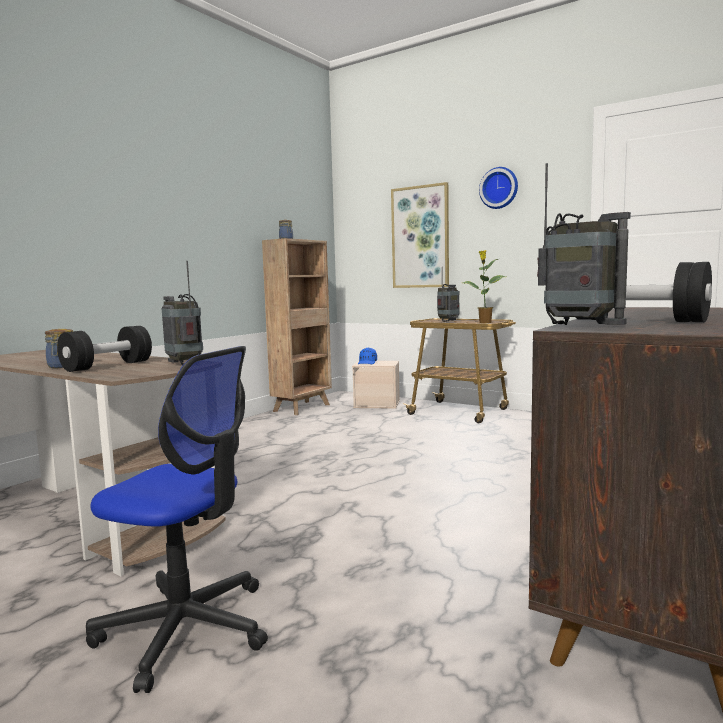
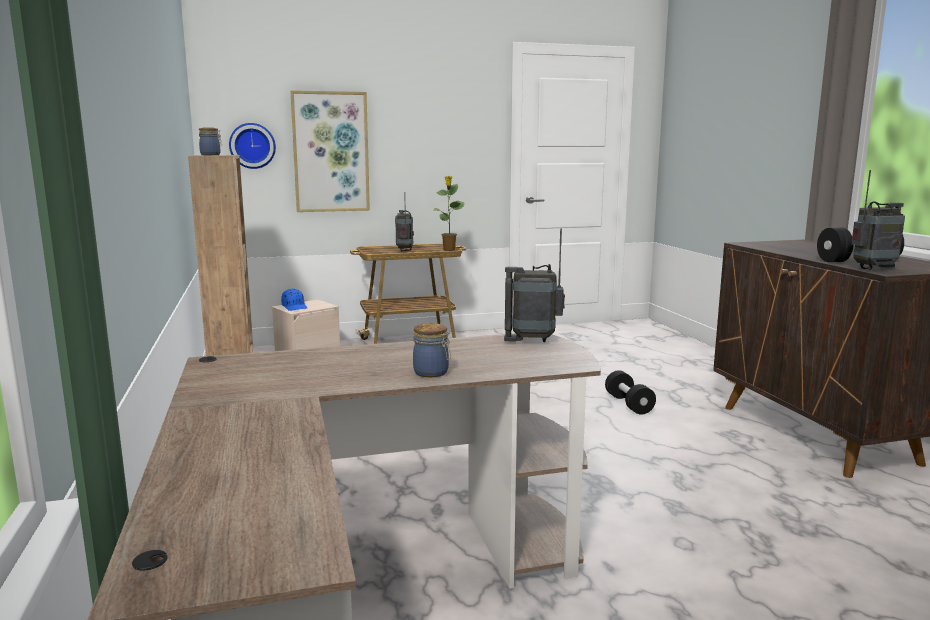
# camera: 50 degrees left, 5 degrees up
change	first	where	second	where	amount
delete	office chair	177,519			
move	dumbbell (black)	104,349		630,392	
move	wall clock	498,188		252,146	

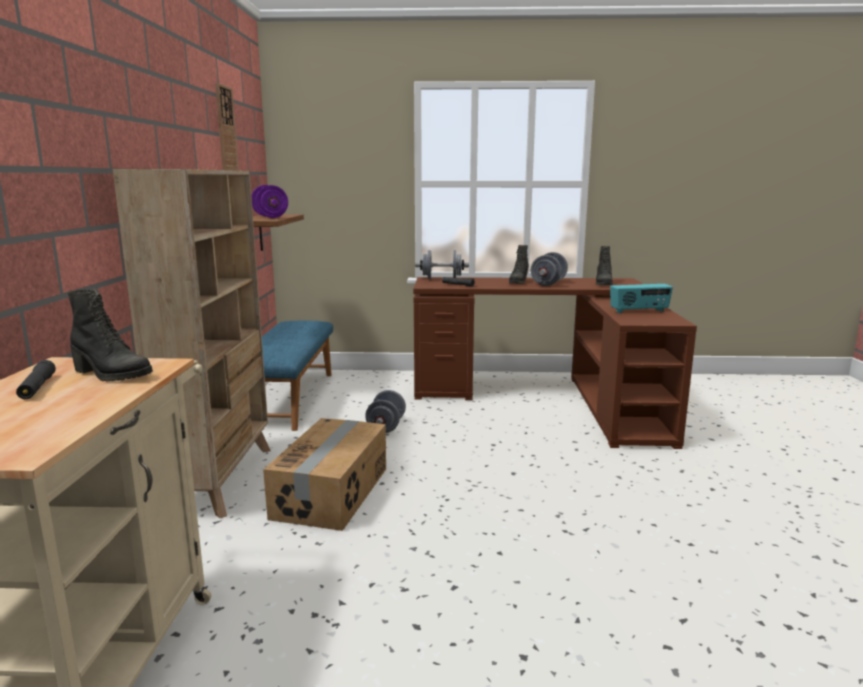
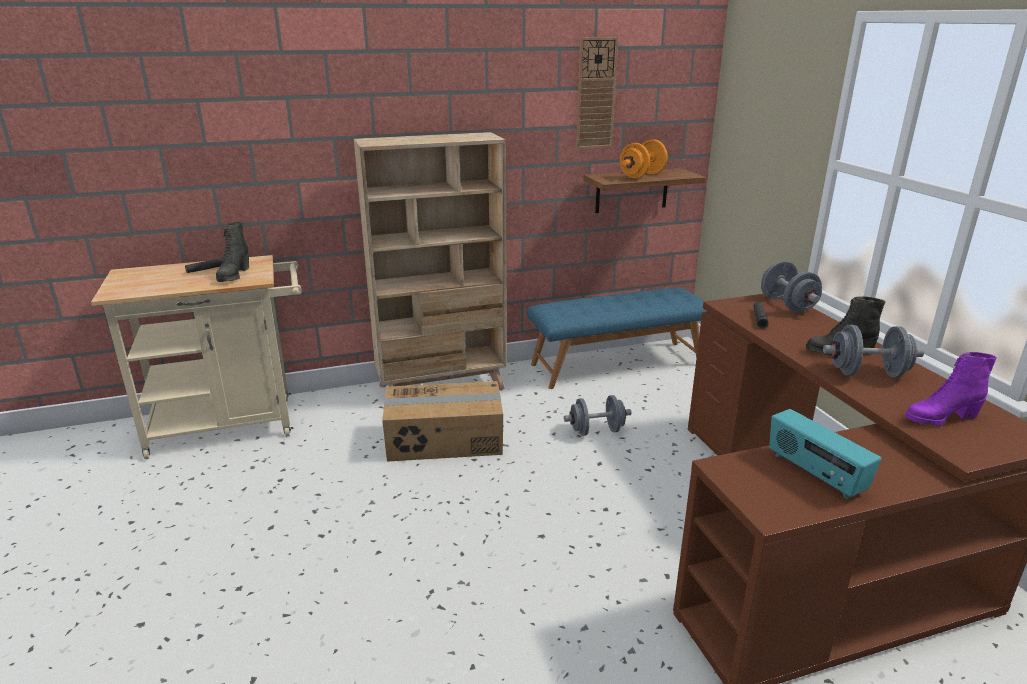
# camera: 70 degrees right, 10 degrees up
change	first	where	second	where	amount
recolor	dumbbell (purple)	269,201	dumbbell (orange)	644,158	
recolor	boot (black)	604,265	boot (purple)	951,389	

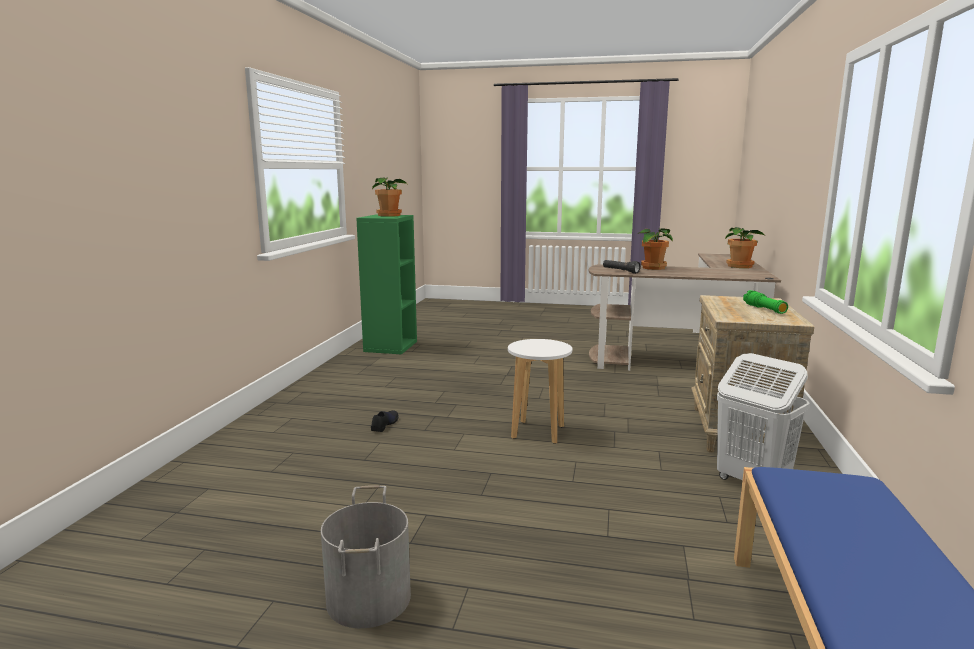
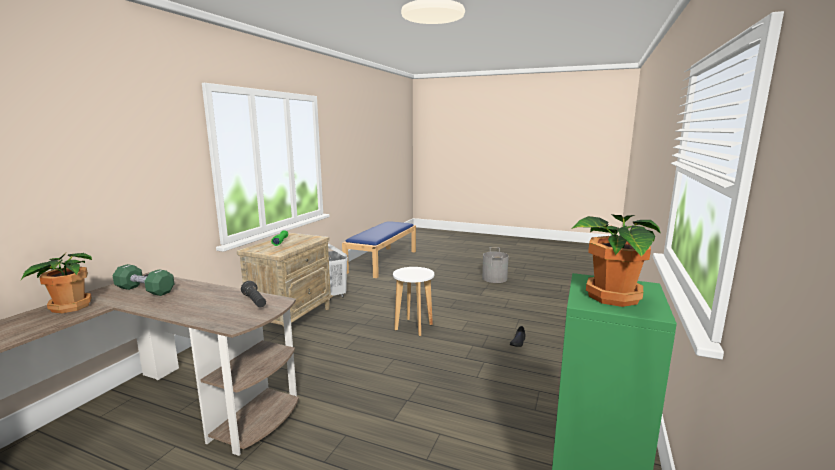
# camera: 170 degrees left, 0 degrees up
change	first	where	second	where	amount
delete	potted plant	655,249			
insert			dumbbell (green)	144,280	

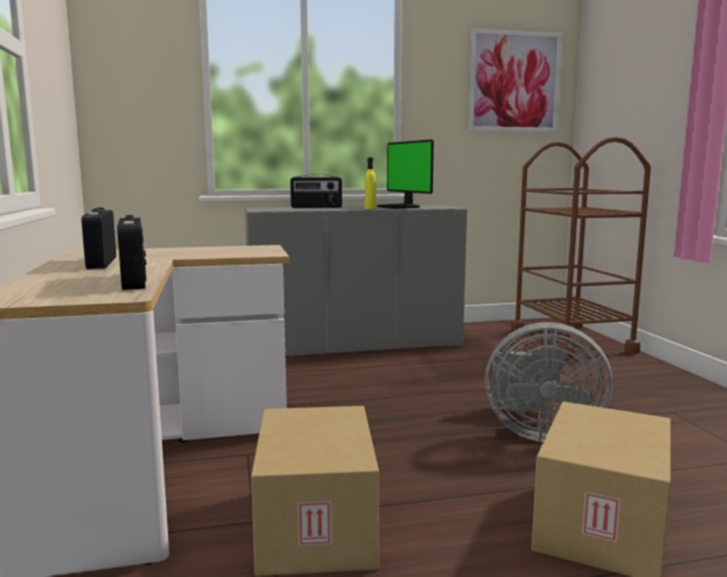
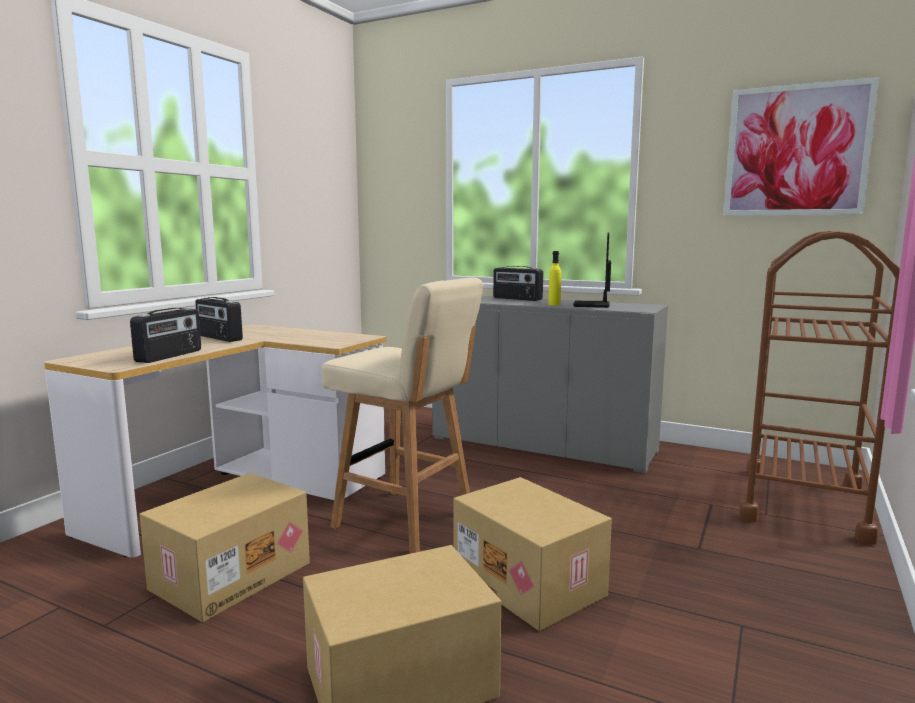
# camera: 40 degrees right, 0 degrees up
change	first	where	second	where	amount
insert			stool (beige)	402,415	
replace	fan (grey)	549,382	cardboard box	532,554	
rotate	radio	98,238		219,319	75 degrees counterclockwise

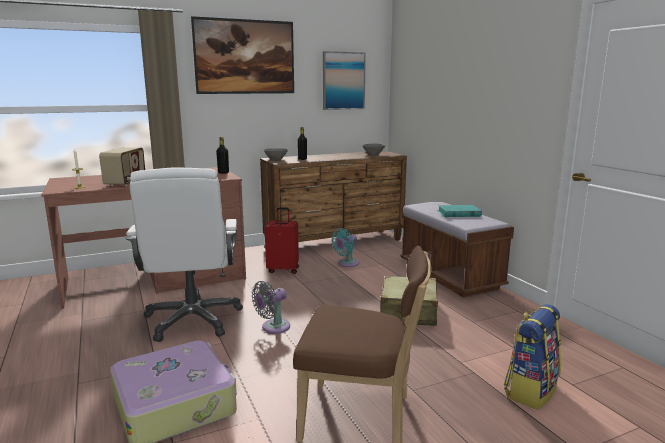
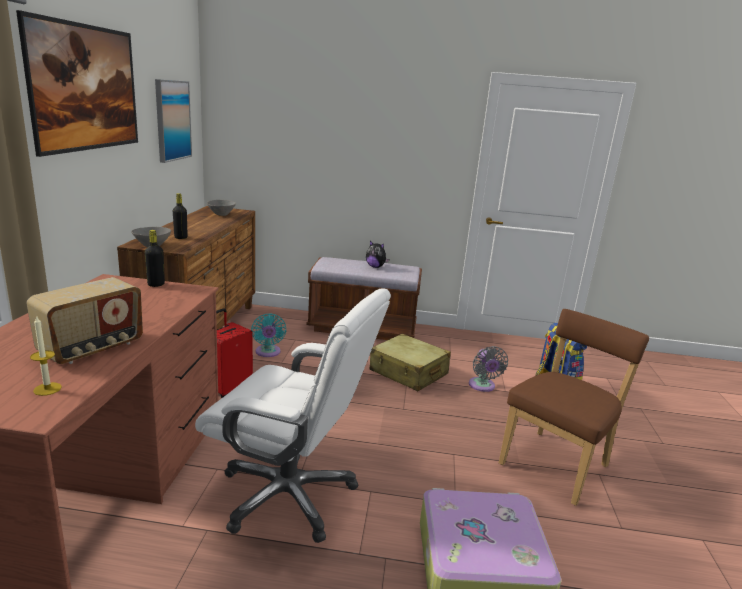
# camera: 60 degrees left, 5 degrees up
change	first	where	second	where	amount
move	fan (grey)	271,307		488,369	
replace	book (turquoise)	459,211	plush toy	377,254	
rotate	radio	122,166		84,320	90 degrees clockwise

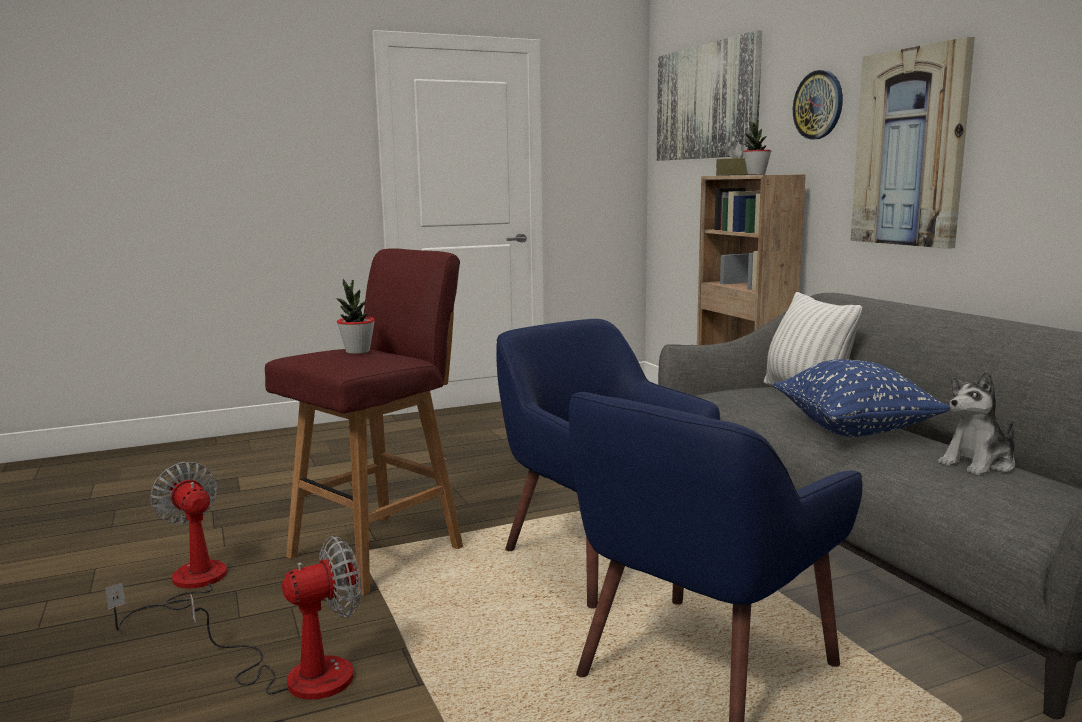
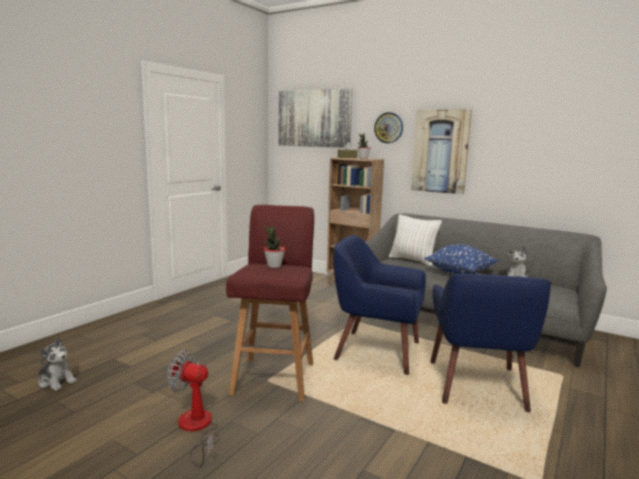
# camera: 35 degrees left, 0 degrees up
change	first	where	second	where	amount
delete	fan	275,618			
insert			plush toy	57,364	

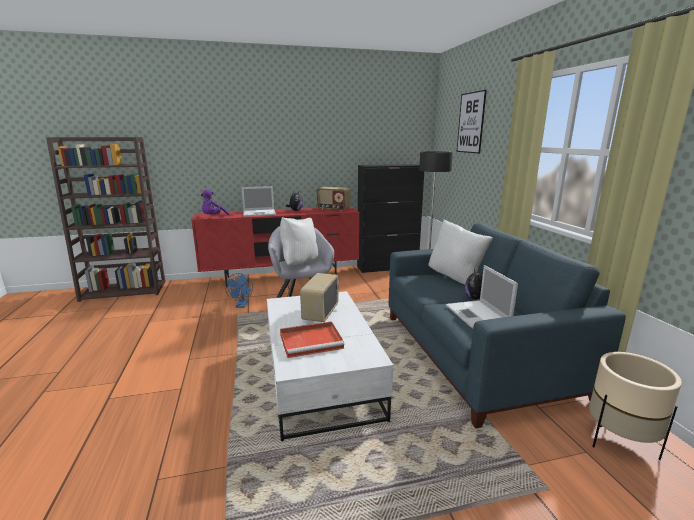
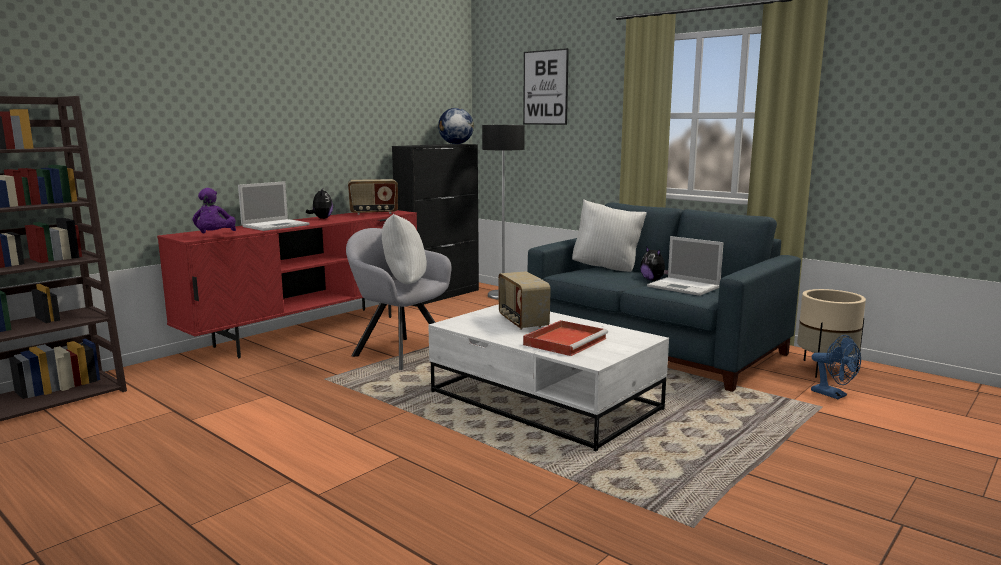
# camera: 35 degrees left, 5 degrees down
change	first	where	second	where	amount
insert			globe	456,126	
move	fan (blue)	239,290		836,367	

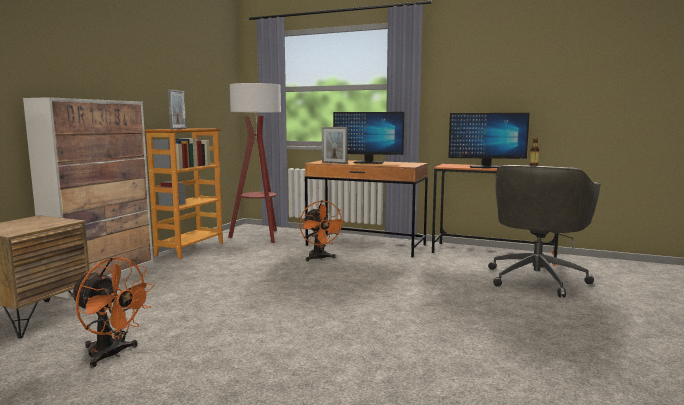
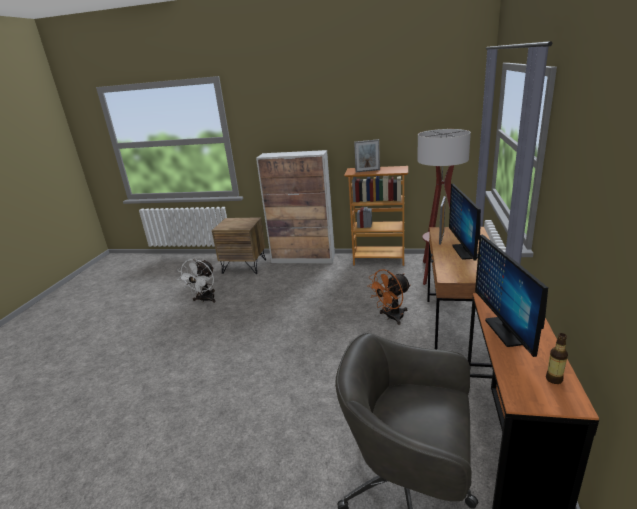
# camera: 80 degrees right, 15 degrees up
change	first	where	second	where	amount
recolor	fan (orange)	112,312	fan (white)	196,281	

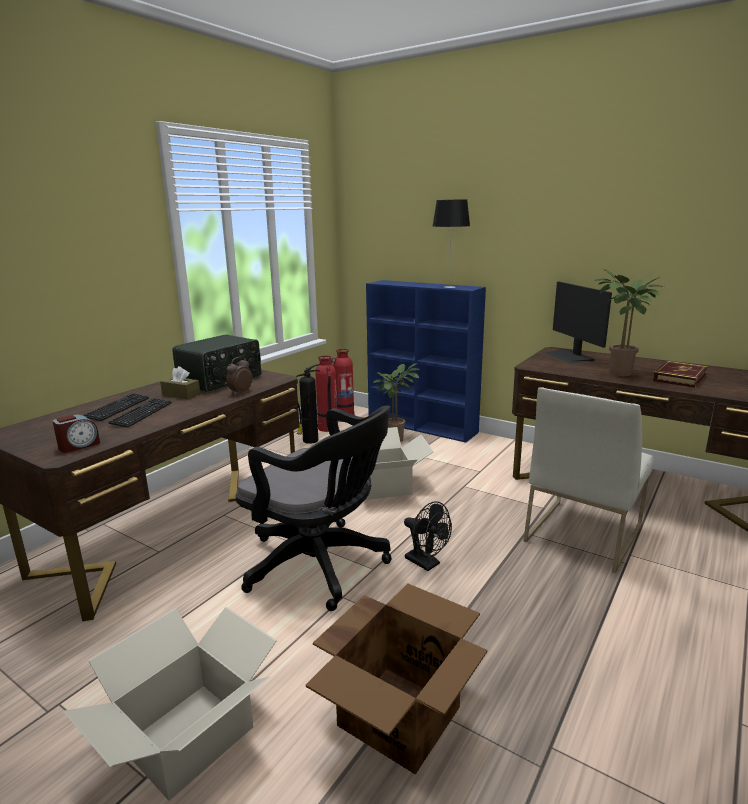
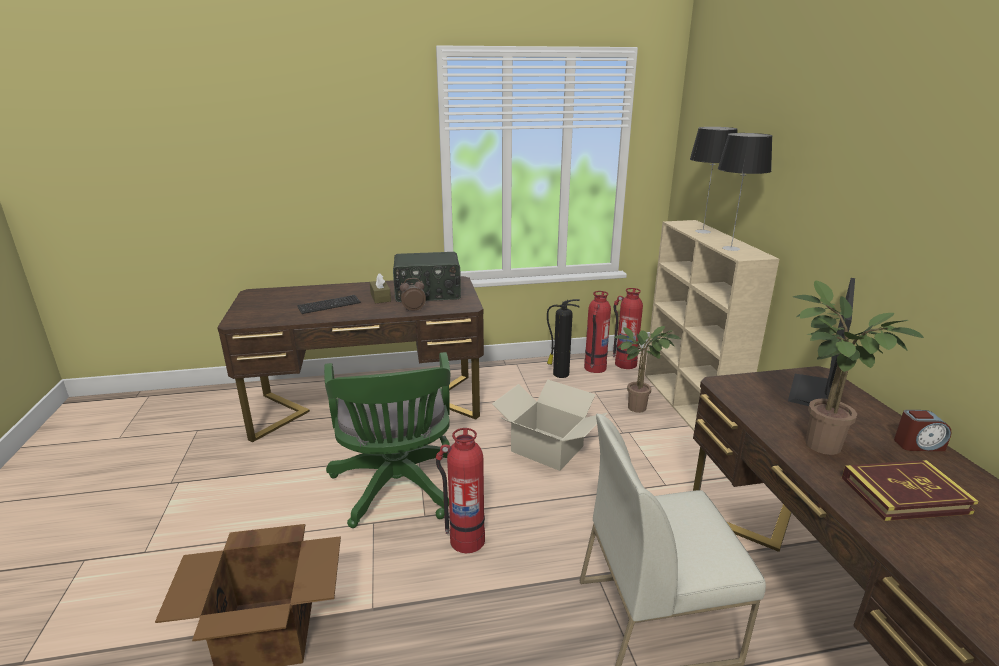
# camera: 45 degrees right, 5 degrees up
change	first	where	second	where	amount
delete	cardboard box	170,704			
delete	keyboard	116,407			
insert			table lamp	714,180	
move	alarm clock	76,434		922,430	
replace	fan (black)	428,536	fire extinguisher	460,490	
recolor	office chair (black)	313,508	office chair (green)	387,440	
recolor	bookcase (blue)	426,361	bookcase (beige)	712,325	

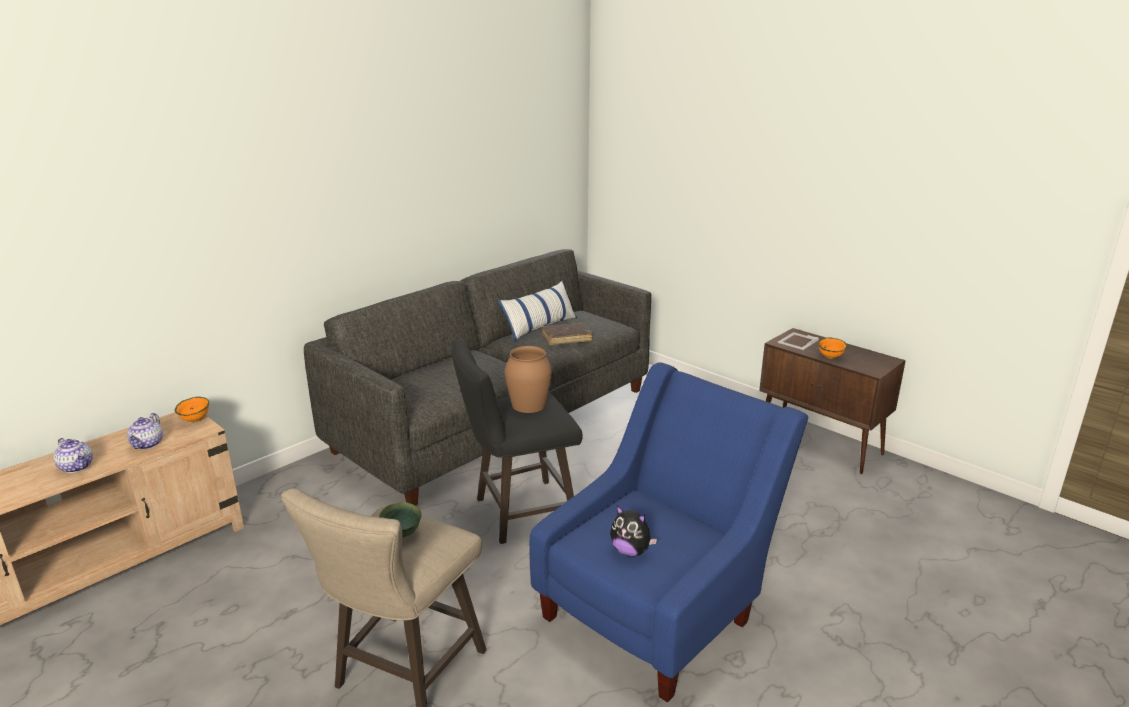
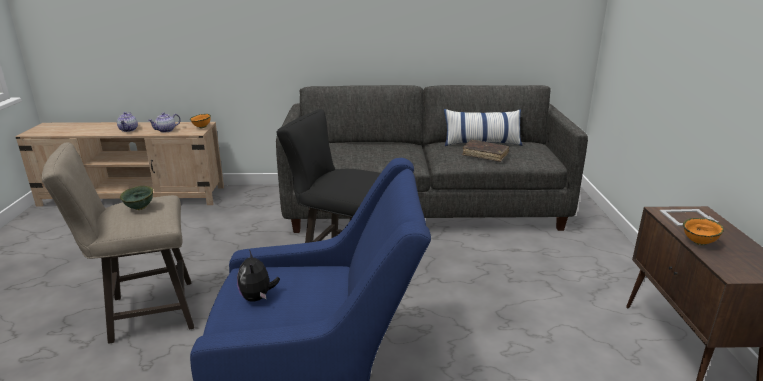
# camera: 45 degrees right, 0 degrees up
change	first	where	second	where	amount
delete	vase (brown)	528,379			

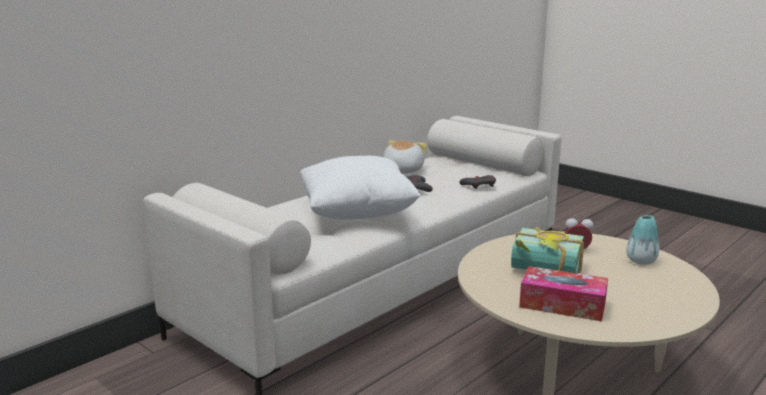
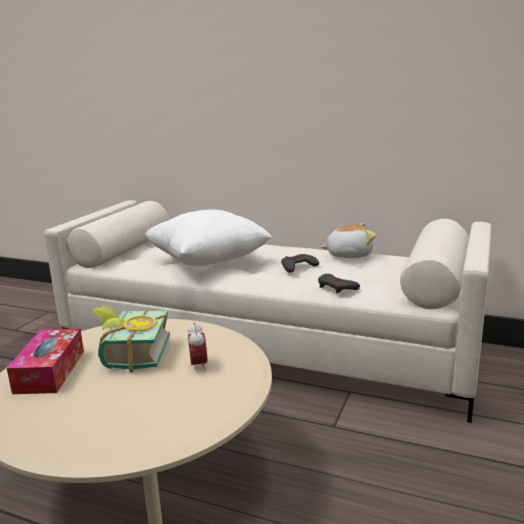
# camera: 70 degrees right, 0 degrees up
change	first	where	second	where	amount
delete	vase	642,240			

